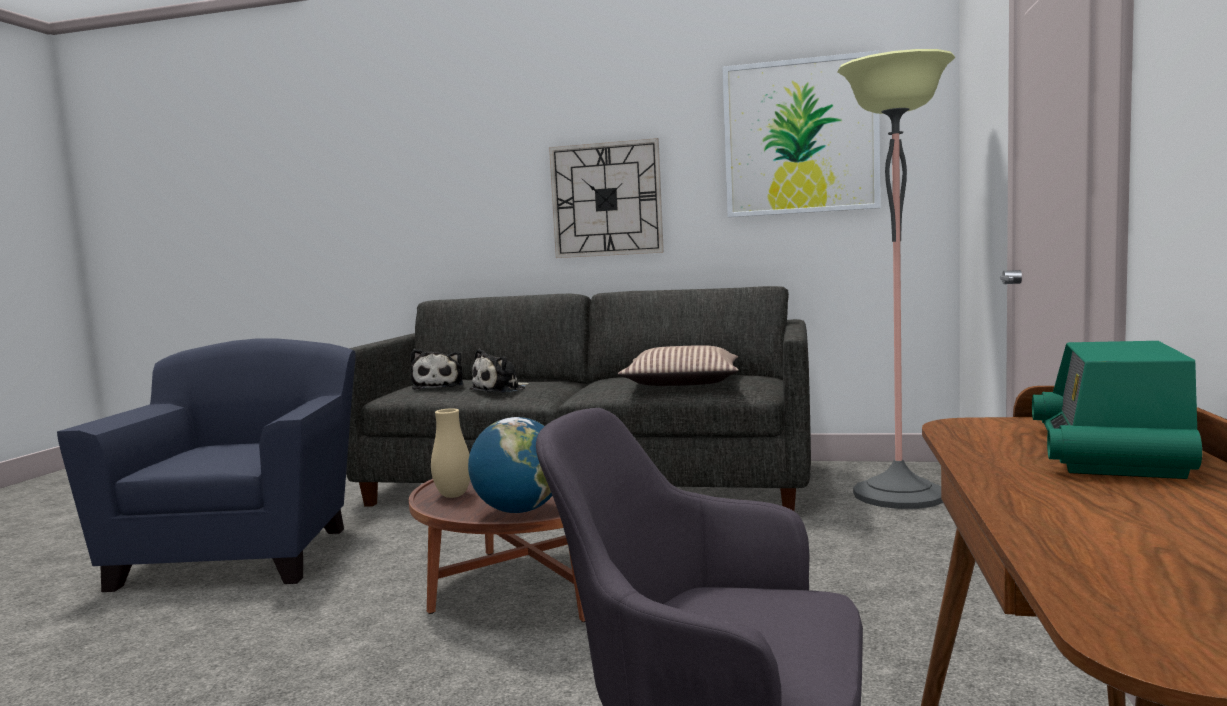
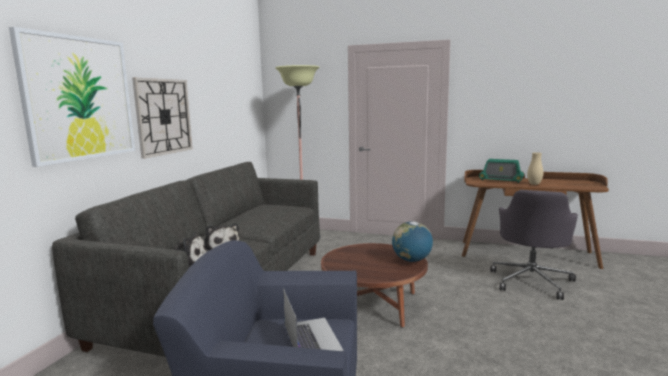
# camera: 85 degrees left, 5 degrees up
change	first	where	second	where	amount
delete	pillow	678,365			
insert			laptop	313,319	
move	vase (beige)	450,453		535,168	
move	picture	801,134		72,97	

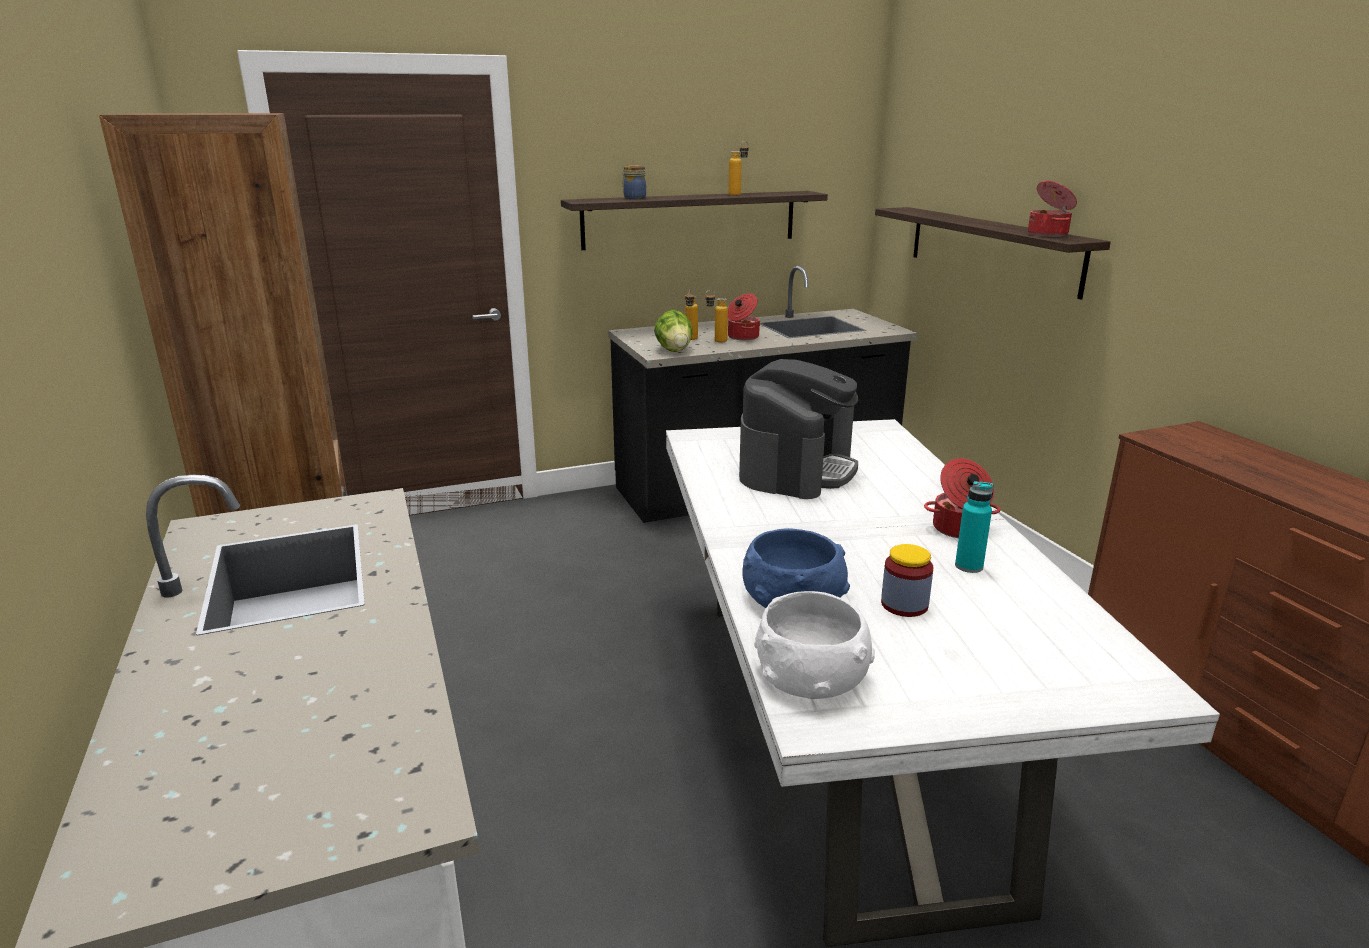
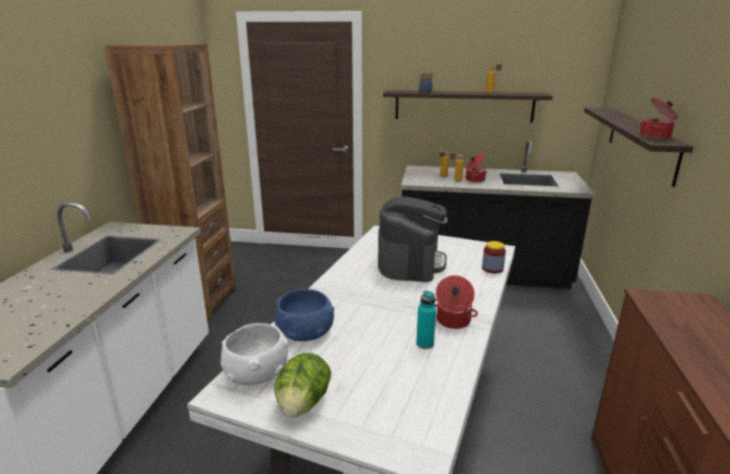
# camera: 30 degrees right, 0 degrees up
change	first	where	second	where	amount
move	lettuce	673,331		303,385	
move	jar	907,580		494,257	
rotate	coffee machine	798,429		413,239	45 degrees counterclockwise

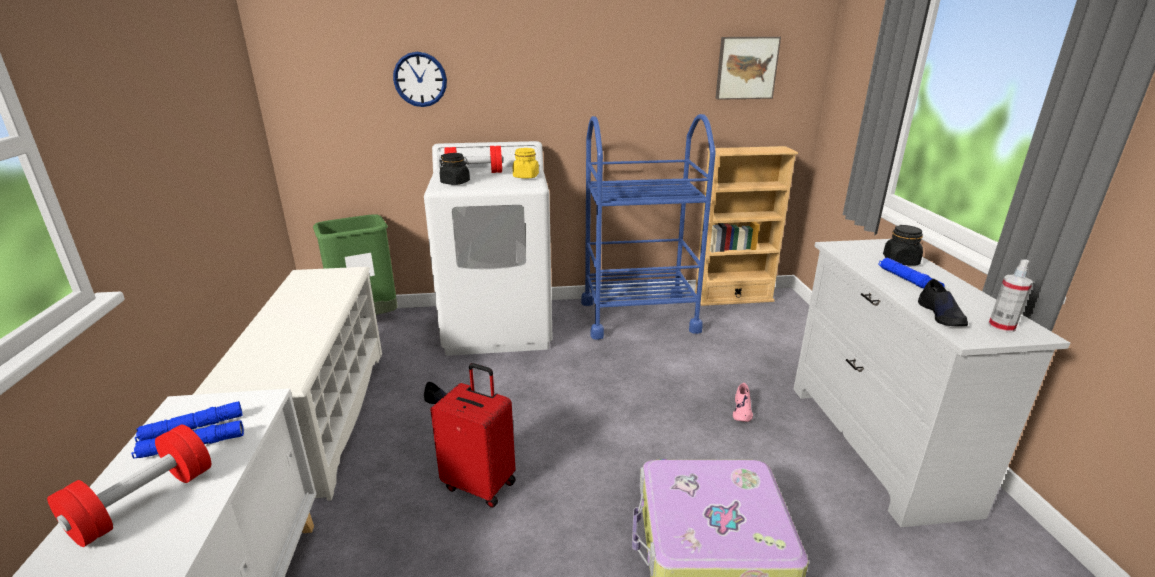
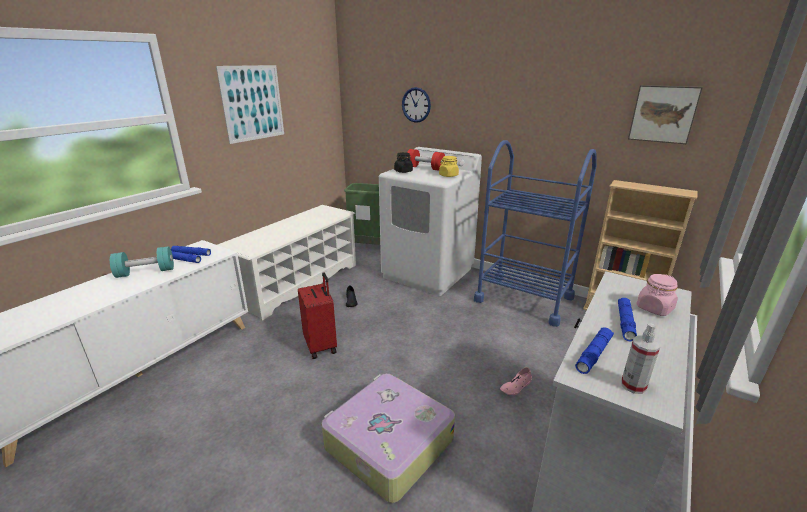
# camera: 40 degrees right, 0 degrees up
change	first	where	second	where	amount
insert			picture	250,104	
replace	shoe (black)	943,302	flashlight (blue)	594,350	
recolor	dumbbell (red)	129,486	dumbbell (turquoise)	142,262	
recolor	jar (black)	903,245	jar (pink)	657,295	

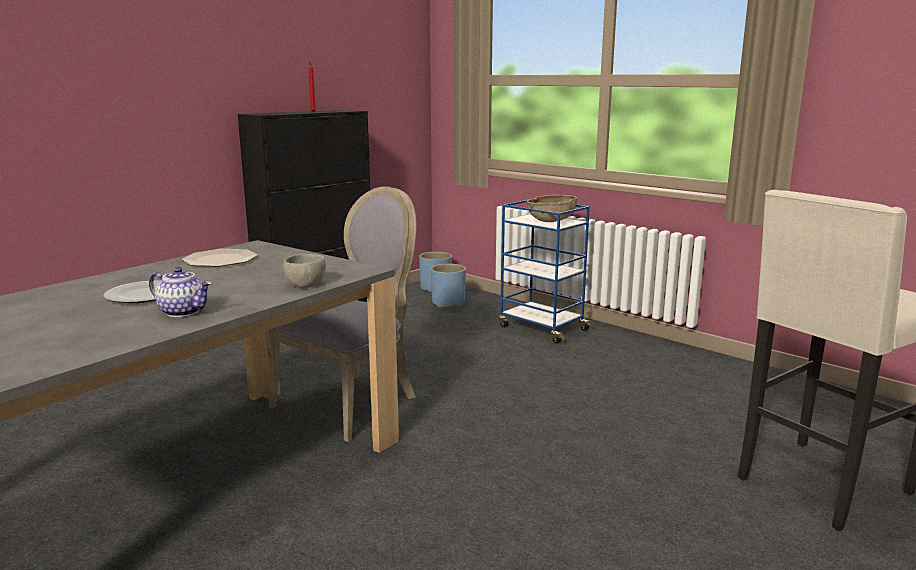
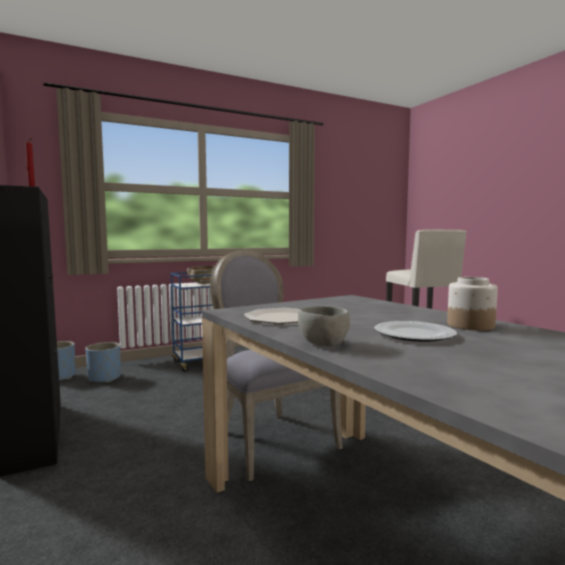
# camera: 70 degrees left, 10 degrees down
change	first	where	second	where	amount
move	bowl (grey)	304,271		324,326	
replace	teapot	180,292	jar	472,304	

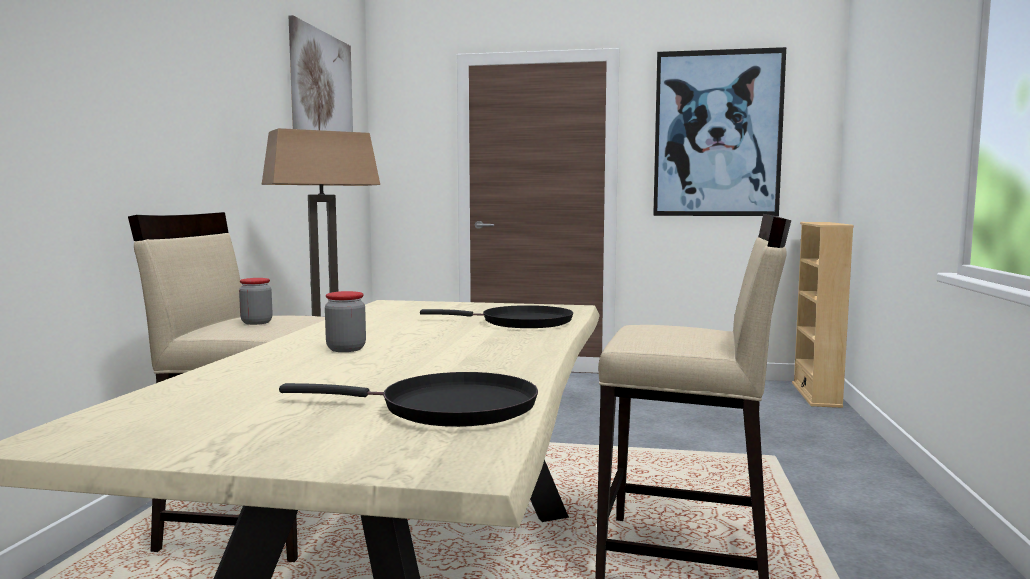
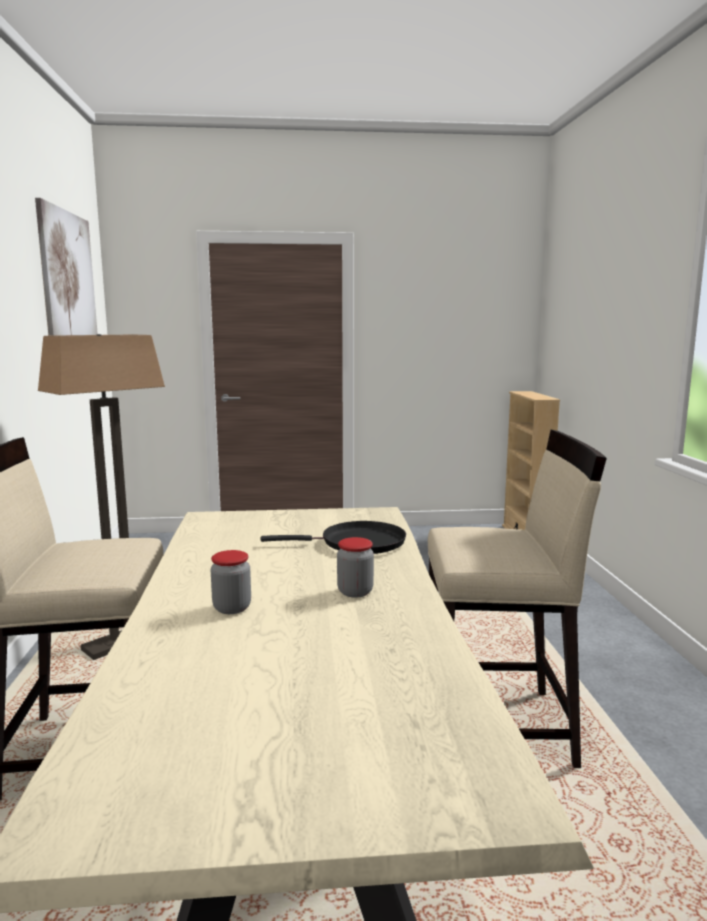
# camera: 15 degrees left, 5 degrees up
change	first	where	second	where	amount
delete	frying pan (black)	408,399			
delete	picture	719,131			
move	jar	256,301		355,567	

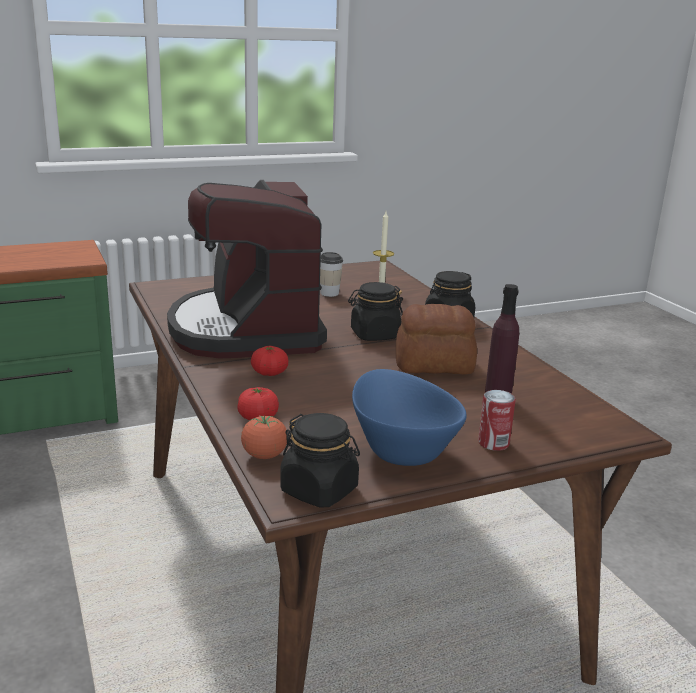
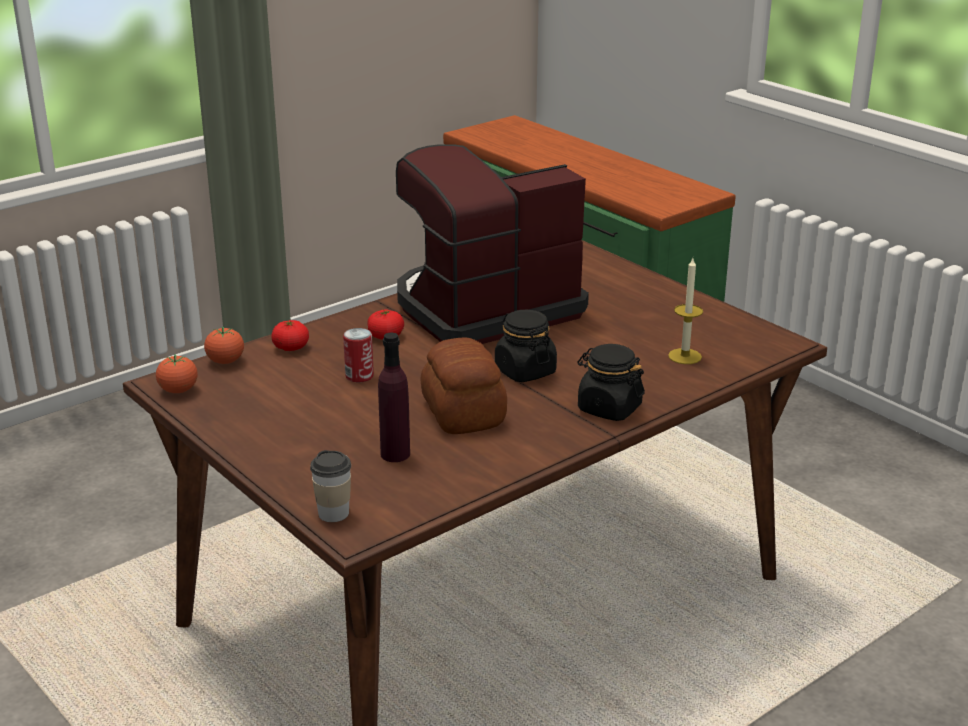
# camera: 75 degrees right, 5 degrees up
change	first	where	second	where	amount
delete	bowl (blue)	409,417			
move	cup	331,274		330,486	
move	can	497,420		358,355	
replace	jar (black)	320,460	tomato	177,374	

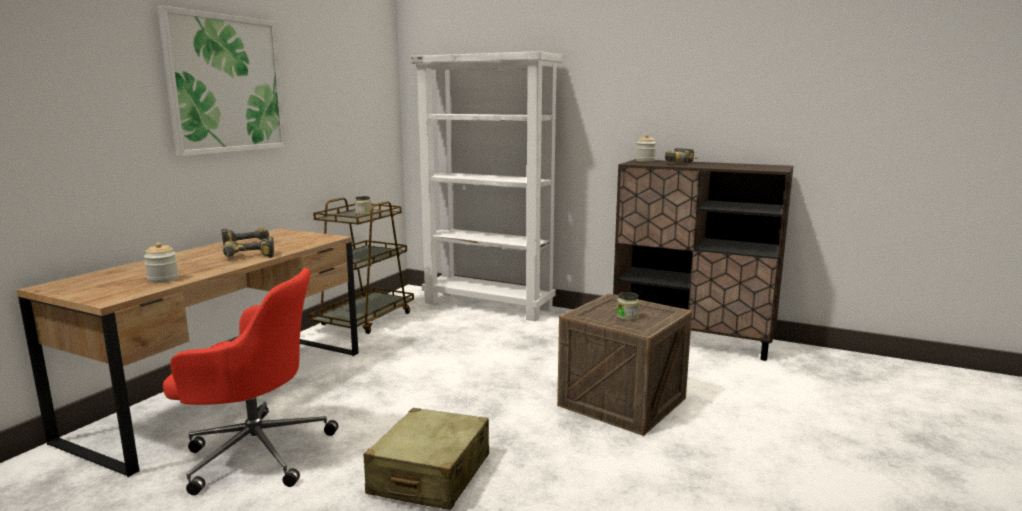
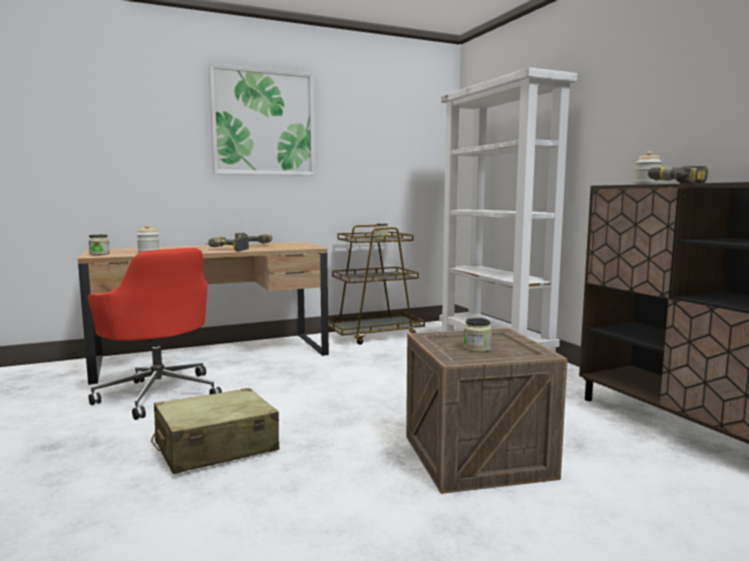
# camera: 40 degrees right, 5 degrees down
change	first	where	second	where	amount
insert			jar	99,244	

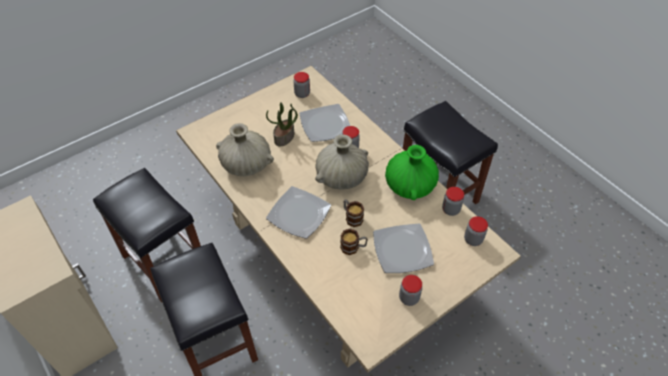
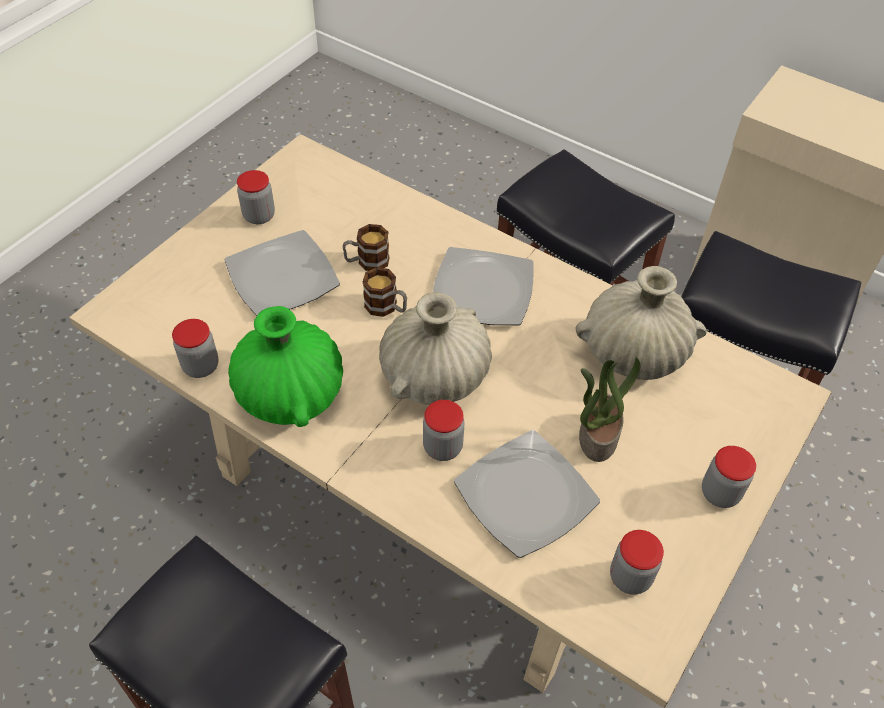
# camera: 160 degrees right, 0 degrees up
change	first	where	second	where	amount
move	jar	476,231		729,477	

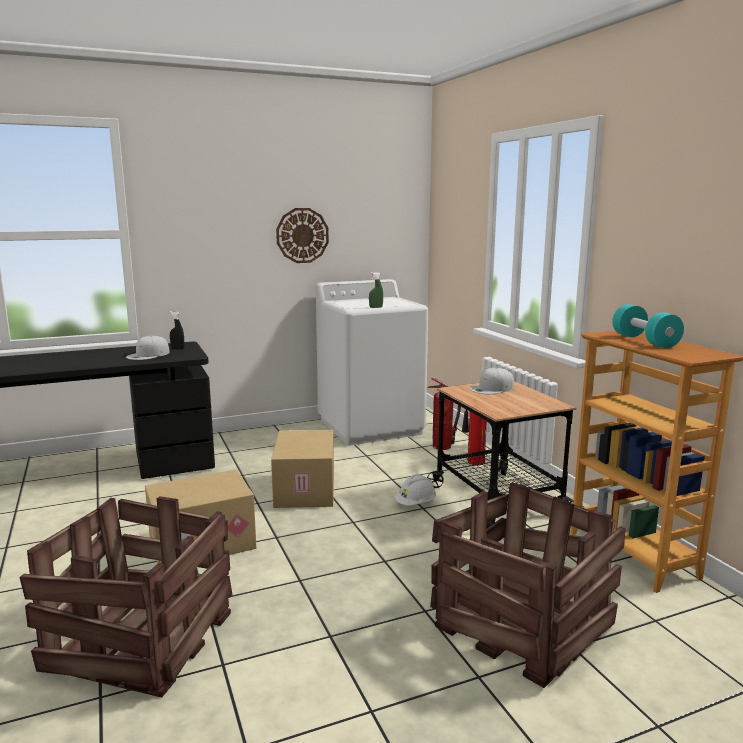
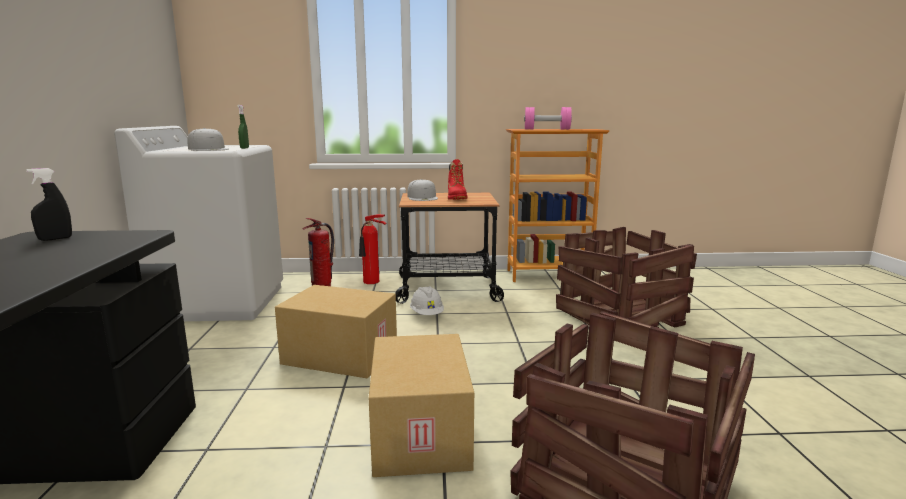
# camera: 70 degrees left, 0 degrees up
change	first	where	second	where	amount
delete	wall clock	302,235			
insert			boot (red)	458,179	
move	cap (white)	148,348		208,139	
recolor	dumbbell (turquoise)	648,326	dumbbell (pink)	548,118	

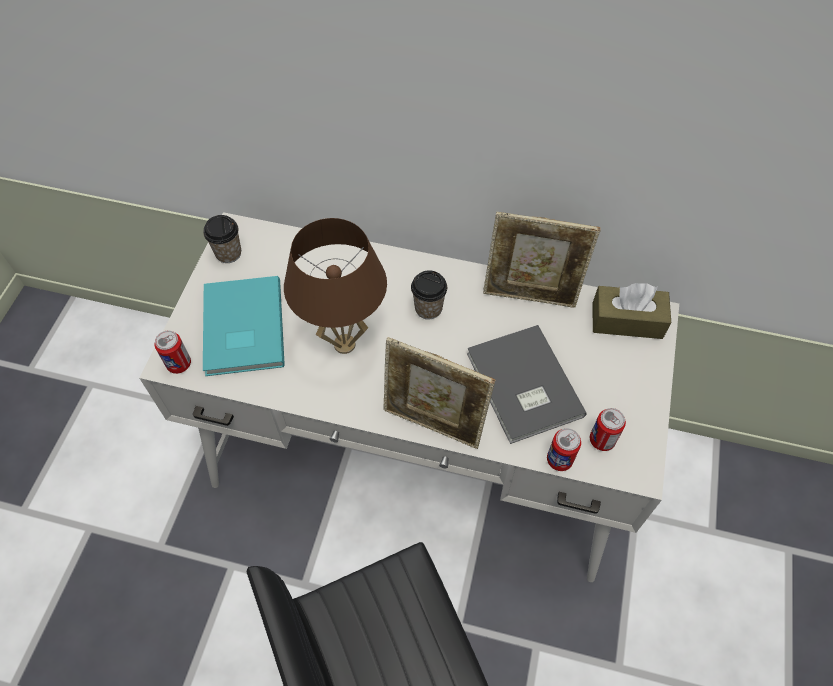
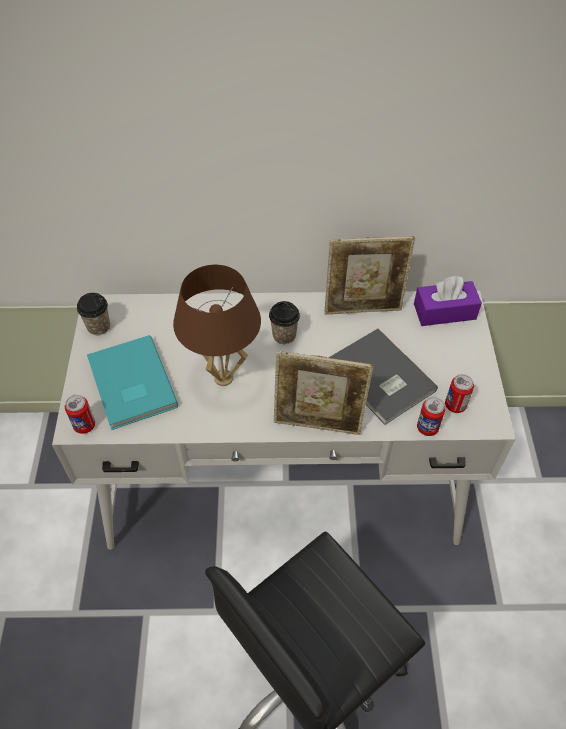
# camera: 15 degrees left, 5 degrees down
change	first	where	second	where	amount
recolor	tissue box (brown)	631,311	tissue box (purple)	448,301	

